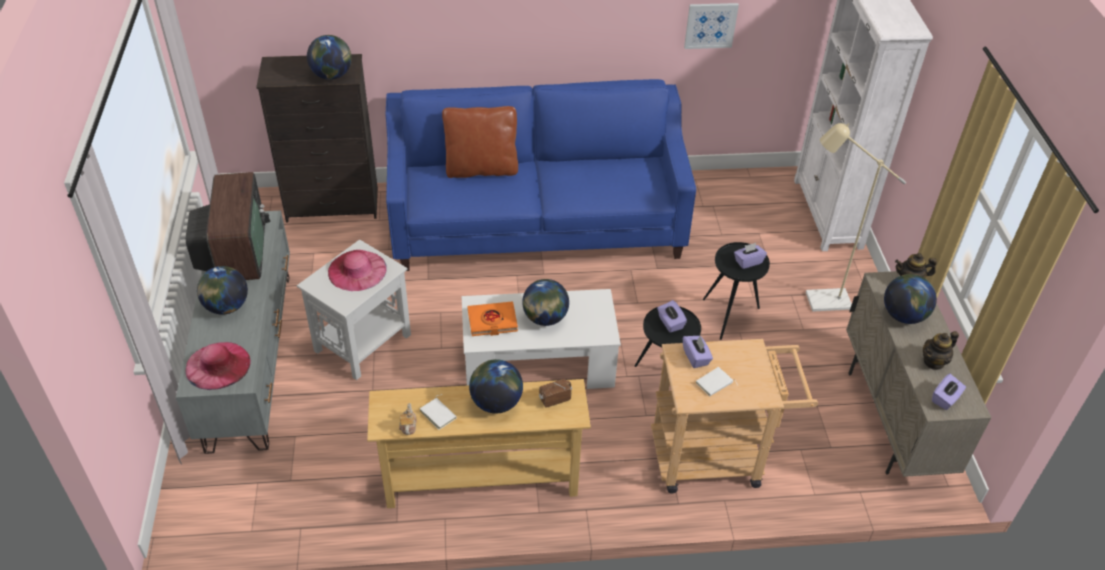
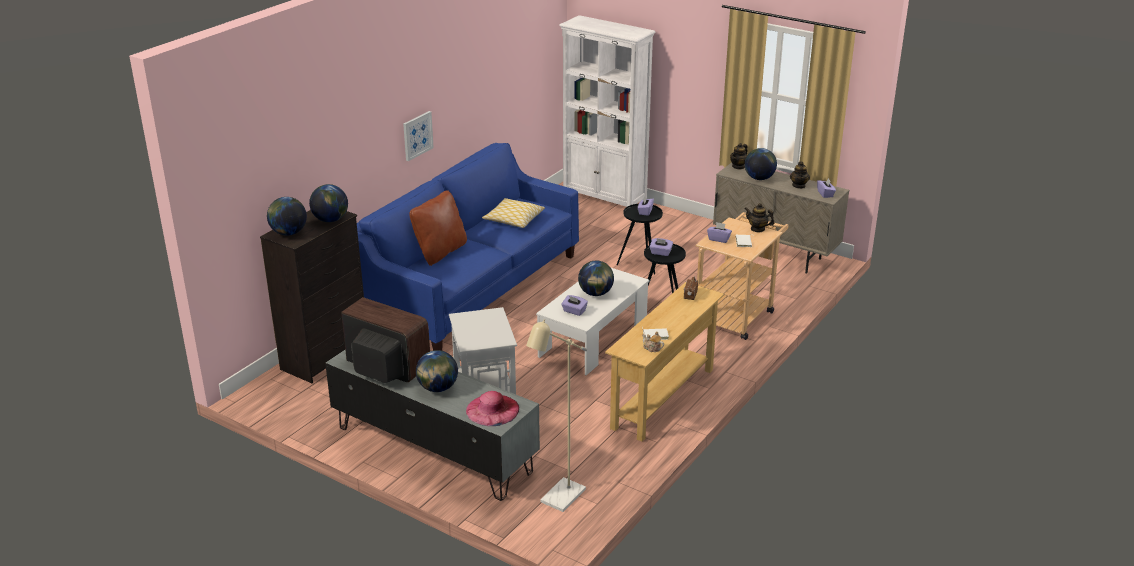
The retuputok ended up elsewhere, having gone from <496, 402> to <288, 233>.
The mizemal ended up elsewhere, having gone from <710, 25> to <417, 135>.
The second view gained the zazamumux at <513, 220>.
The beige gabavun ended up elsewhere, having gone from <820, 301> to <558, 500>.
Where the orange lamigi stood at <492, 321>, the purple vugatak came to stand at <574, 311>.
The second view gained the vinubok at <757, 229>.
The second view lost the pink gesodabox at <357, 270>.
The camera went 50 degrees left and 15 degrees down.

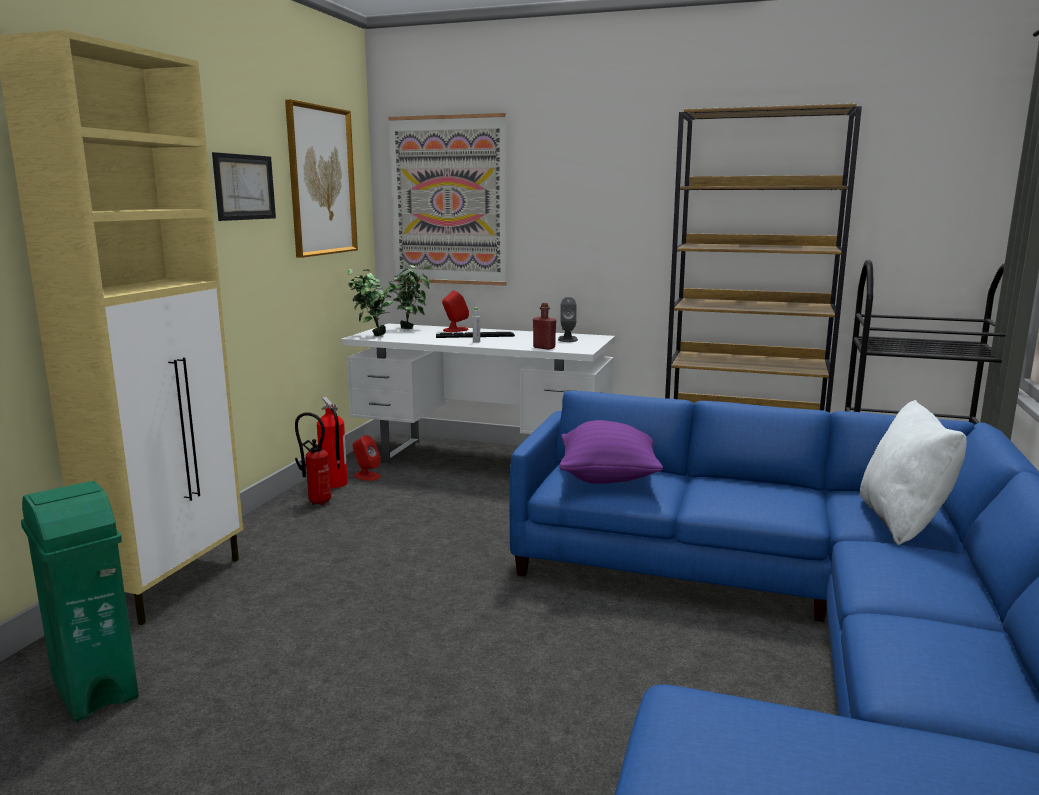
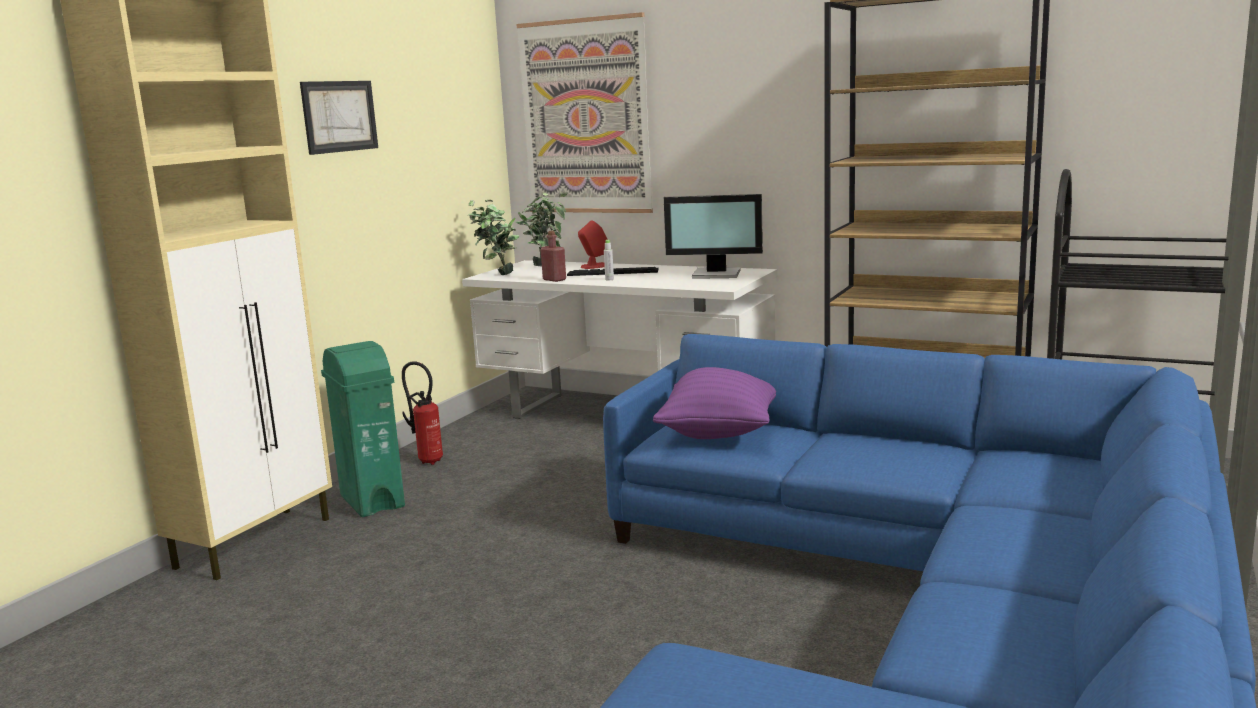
The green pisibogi ended up elsewhere, having gone from <95, 687> to <372, 501>.
The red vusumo ended up elsewhere, having gone from <544, 347> to <554, 280>.
Where the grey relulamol stood at <567, 339>, the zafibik came to stand at <717, 274>.
The second view lost the mizemal at <321, 181>.
The second view lost the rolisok at <333, 484>.
The second view lost the red relulamol at <366, 476>.
The second view lost the white zazamumux at <903, 522>.
The camera went 10 degrees right and 0 degrees up.

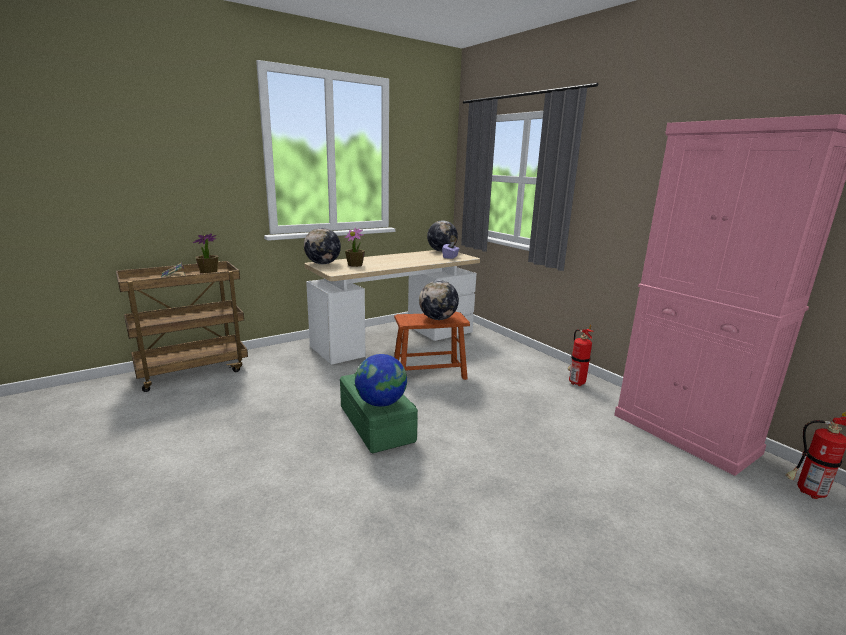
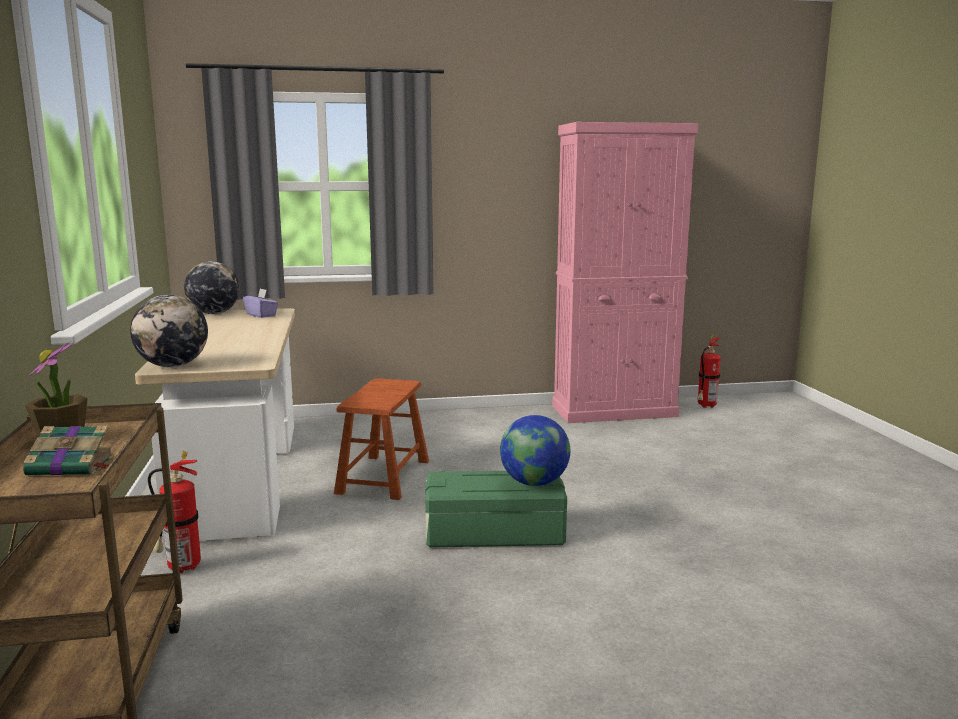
The rolisok ended up elsewhere, having gone from <575, 382> to <181, 567>.
The second view lost the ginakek at <355, 265>.
The second view lost the retuputok at <438, 319>.
The camera went 65 degrees left and 5 degrees down.

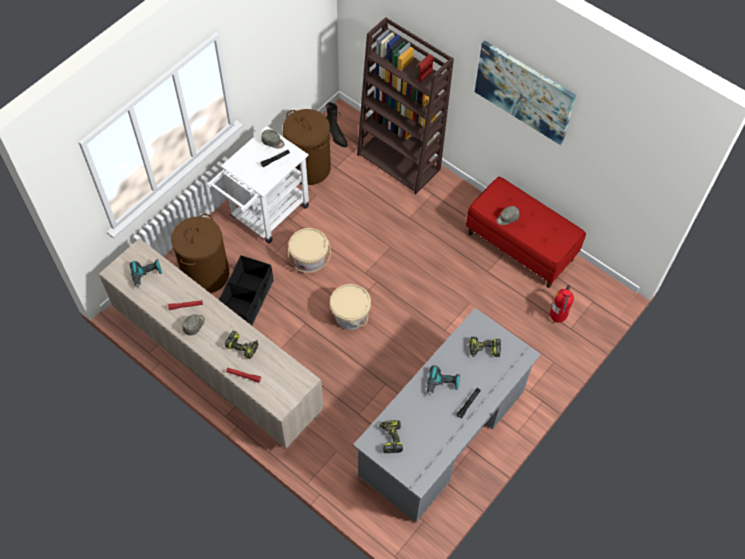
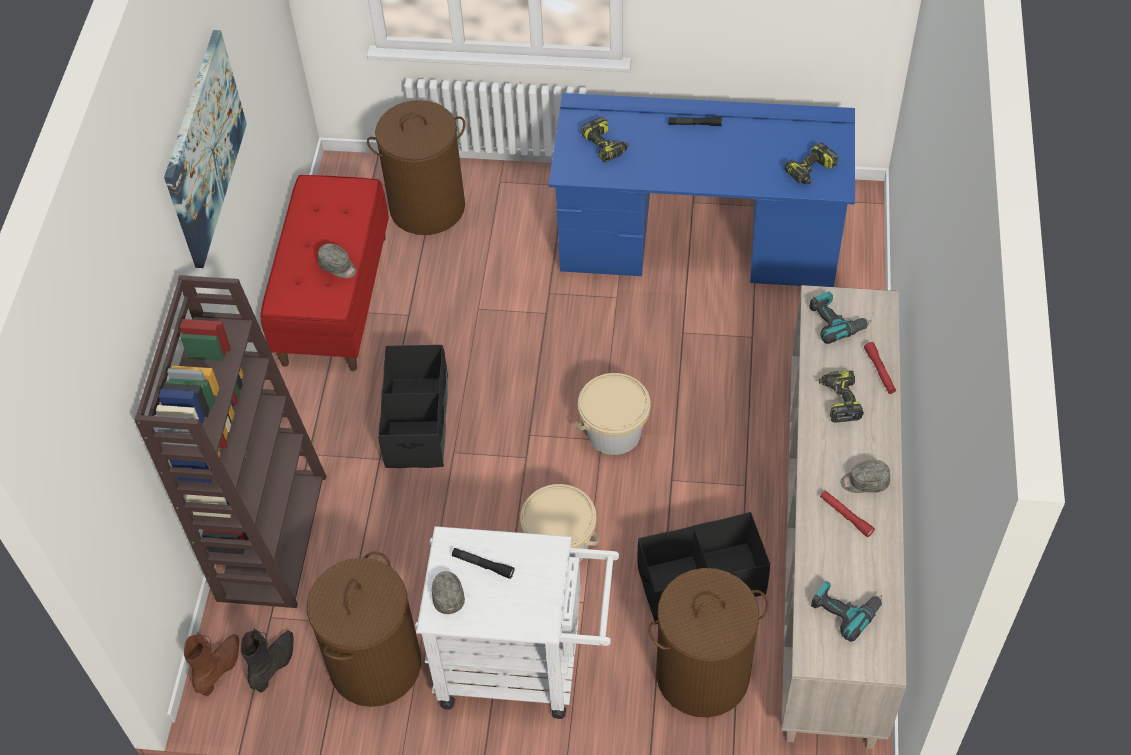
The second view gained the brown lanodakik at <220, 669>.
Where the rolisok stood at <557, 318>, the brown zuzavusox came to stand at <427, 207>.
The second view gained the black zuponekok at <418, 422>.
What was the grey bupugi at <443, 434> turned into the blue bupugi at <698, 238>.
The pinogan ended up elsewhere, having gone from <442, 384> to <836, 322>.
The camera went 120 degrees left and 5 degrees down.

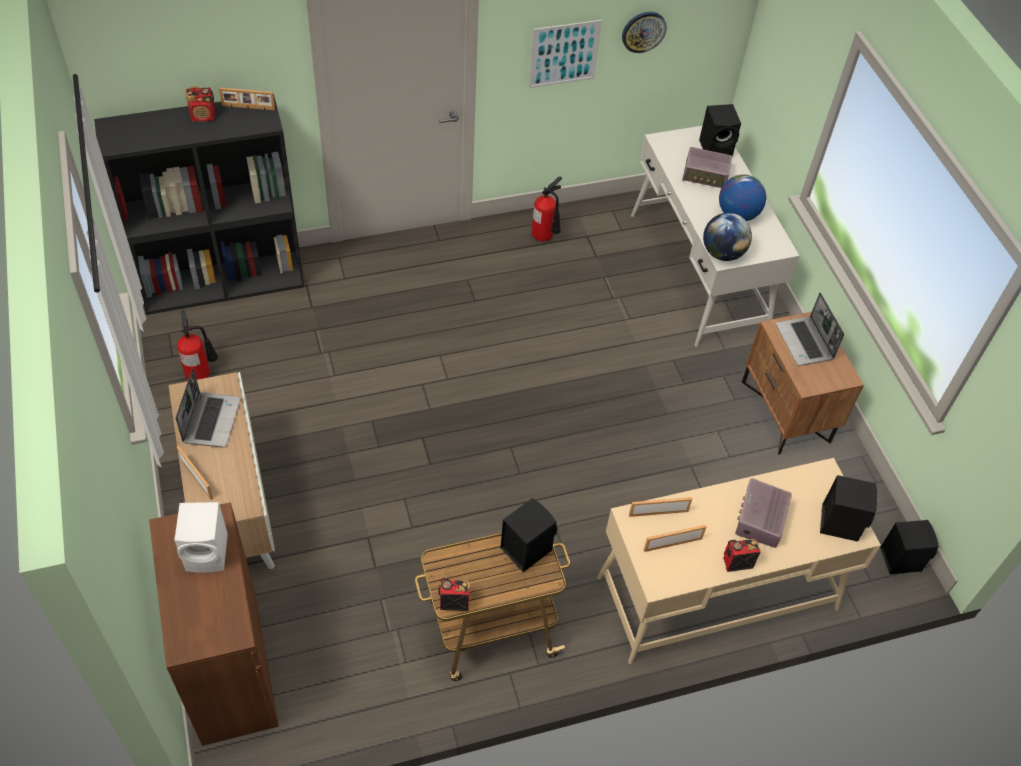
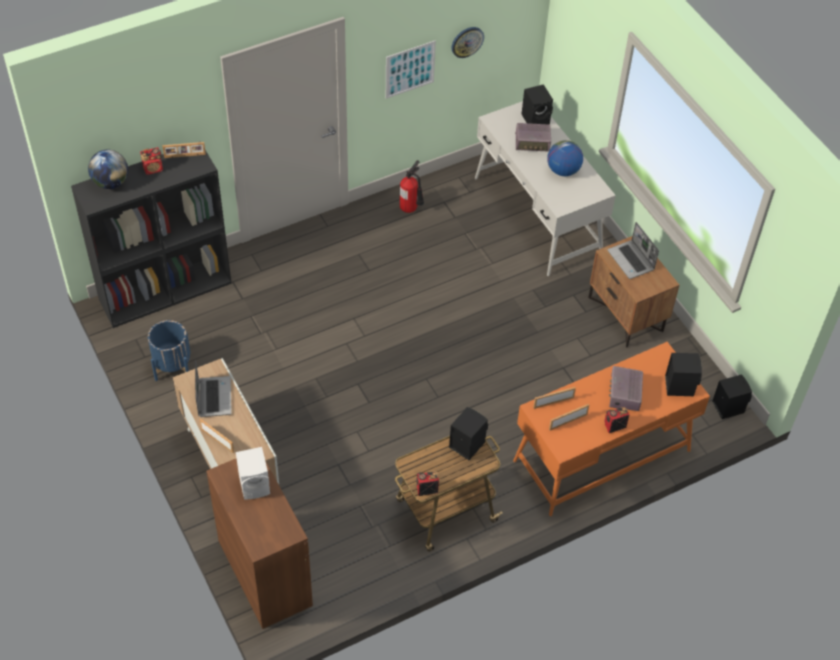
The retuputok ended up elsewhere, having gone from <722, 253> to <111, 182>.
Where the rolisok stood at <201, 373>, the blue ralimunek came to stand at <172, 366>.
What was the beige bupugi at <716, 592> turned into the orange bupugi at <601, 455>.
The camera went 10 degrees left and 0 degrees up.

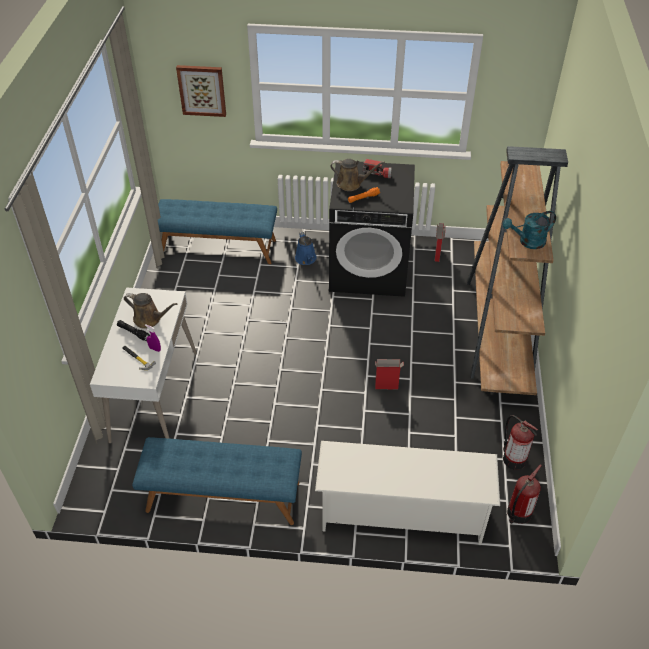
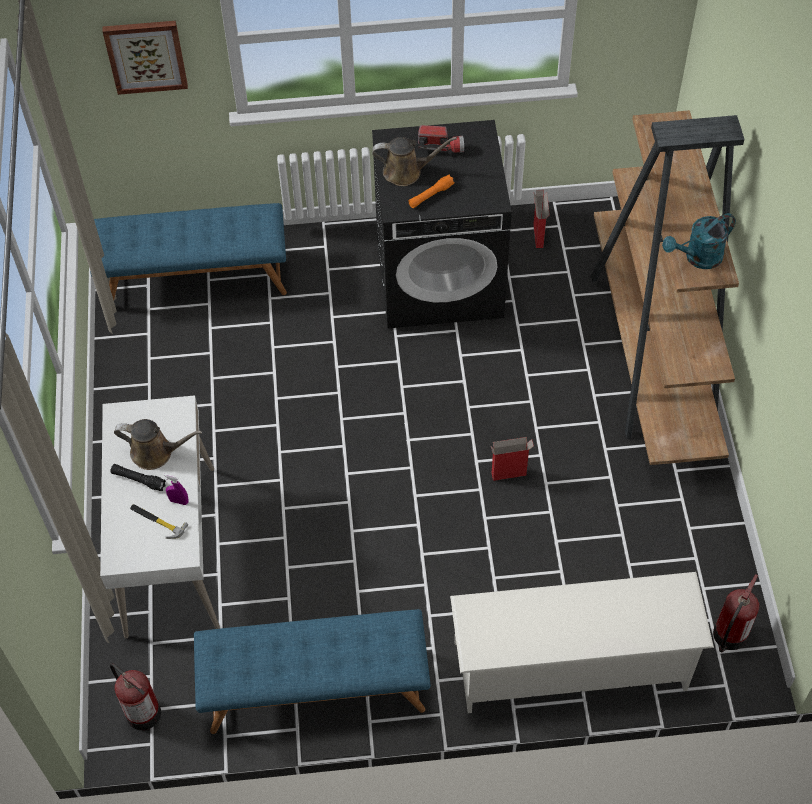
The rolisok ended up elsewhere, having gone from <513, 458> to <141, 711>.
The second view lost the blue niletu at <306, 259>.
The camera went 10 degrees left and 10 degrees up.

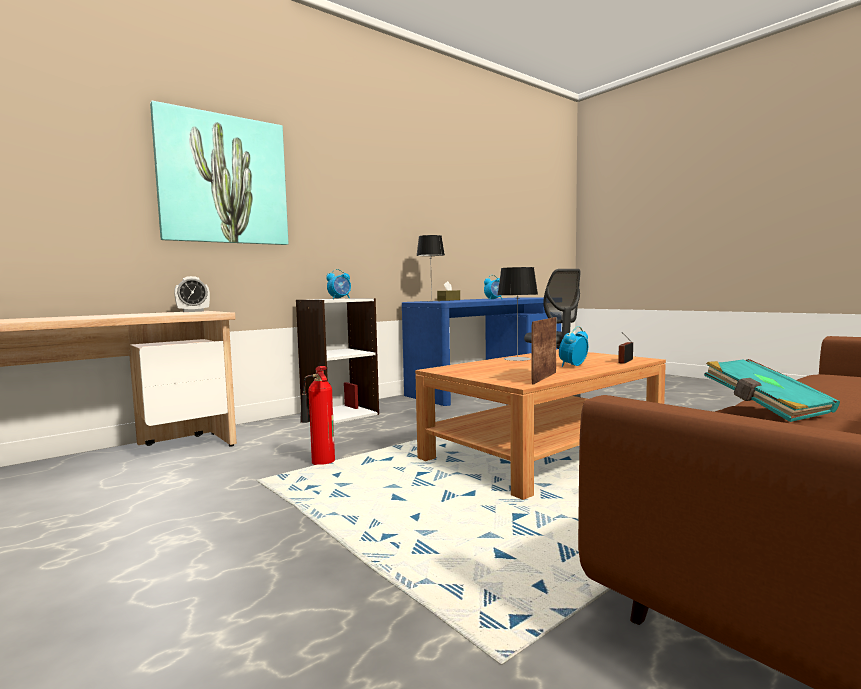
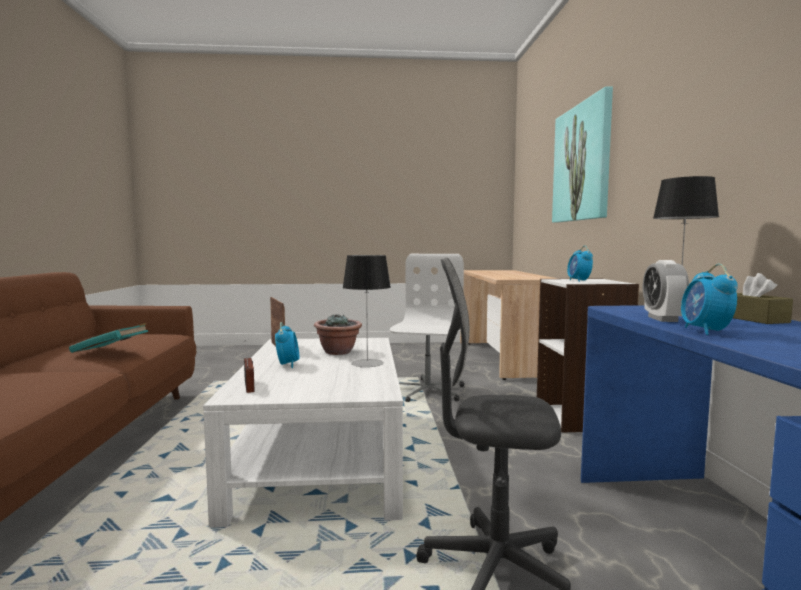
What was the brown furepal at <544, 451> turned into the white furepal at <321, 455>.
The second view gained the ginakek at <338, 352>.
Where the rolisok stood at <321, 463>, the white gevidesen came to stand at <426, 391>.
The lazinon ended up elsewhere, having gone from <193, 311> to <662, 319>.
The camera went 125 degrees right and 0 degrees up.

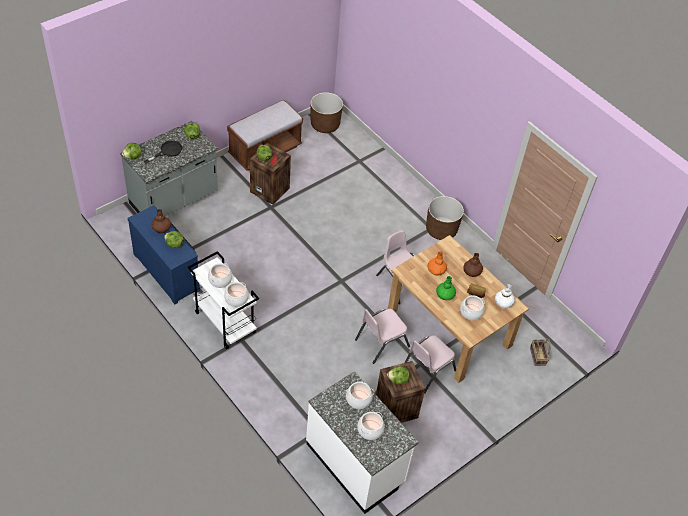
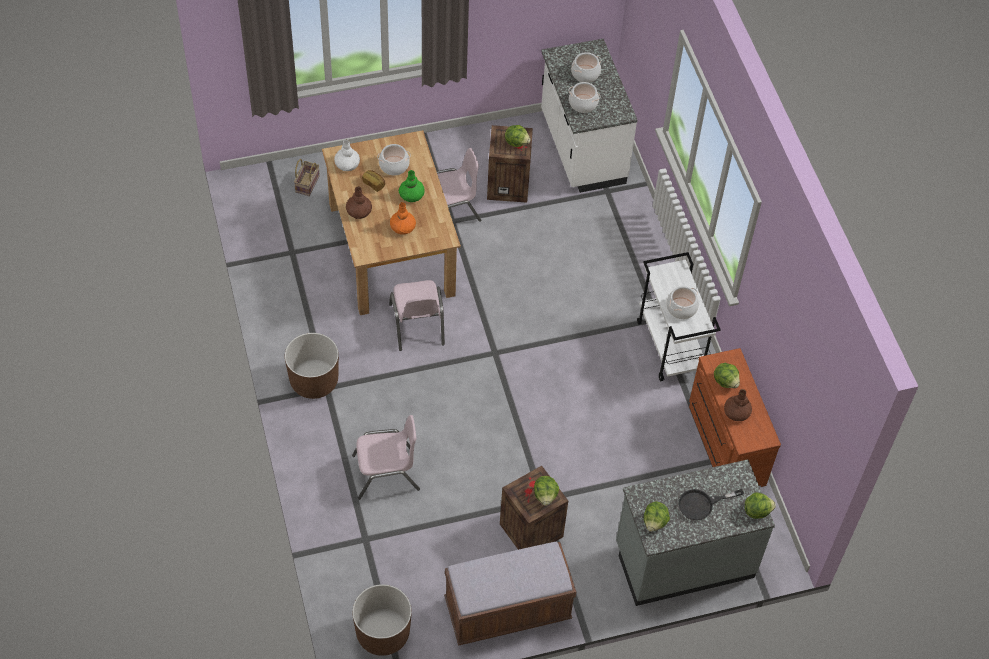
The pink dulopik ended up elsewhere, having gone from <381, 342> to <386, 473>.
What was the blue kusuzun at <168, 271> turned into the brown kusuzun at <724, 443>.
The second view lost the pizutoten at <236, 299>.
The camera went 155 degrees left and 5 degrees up.

